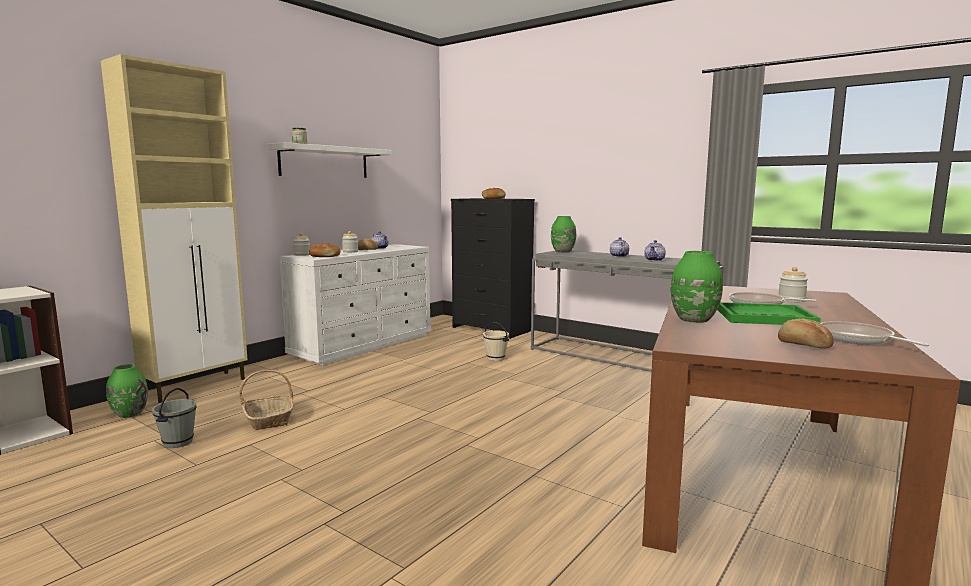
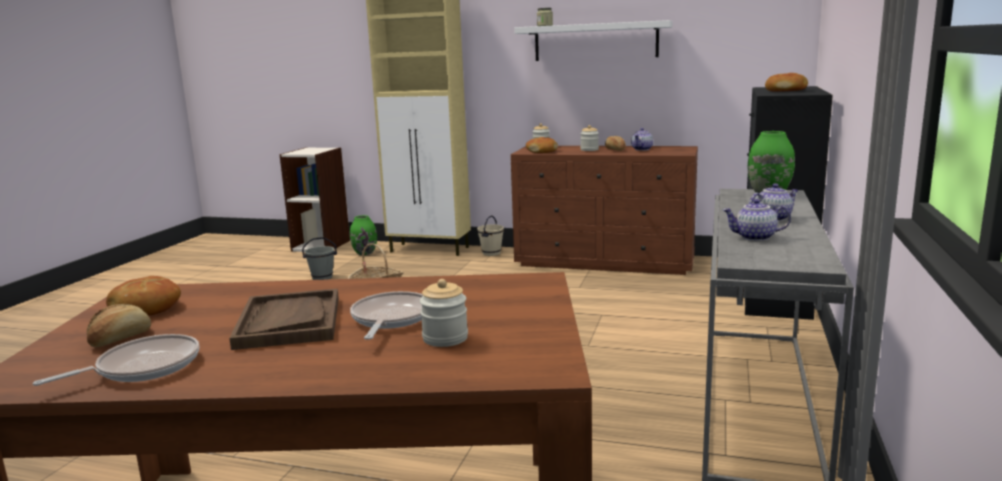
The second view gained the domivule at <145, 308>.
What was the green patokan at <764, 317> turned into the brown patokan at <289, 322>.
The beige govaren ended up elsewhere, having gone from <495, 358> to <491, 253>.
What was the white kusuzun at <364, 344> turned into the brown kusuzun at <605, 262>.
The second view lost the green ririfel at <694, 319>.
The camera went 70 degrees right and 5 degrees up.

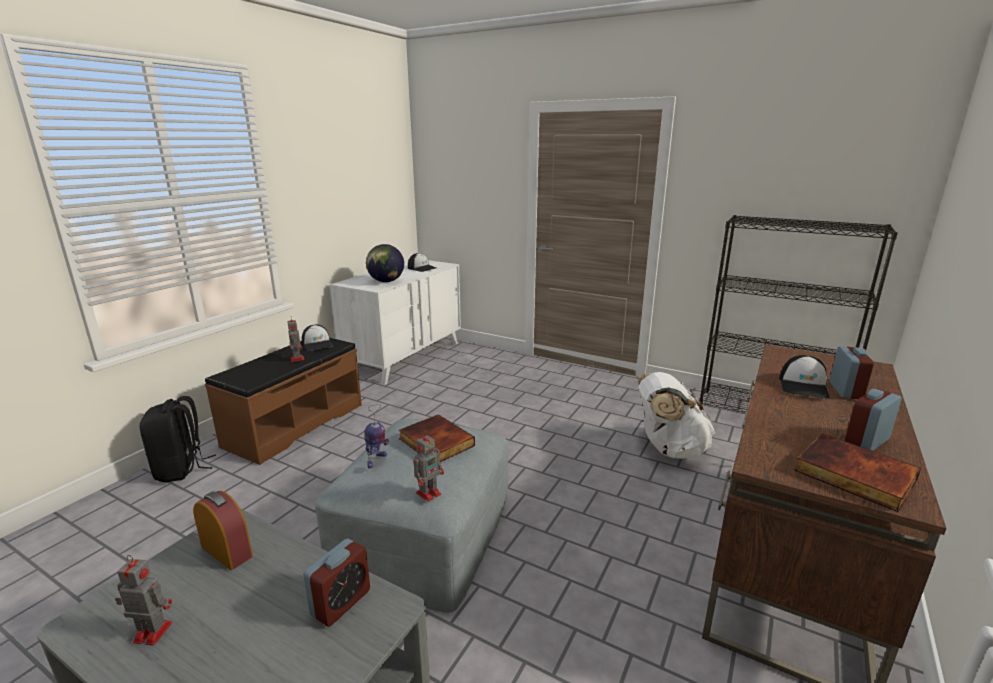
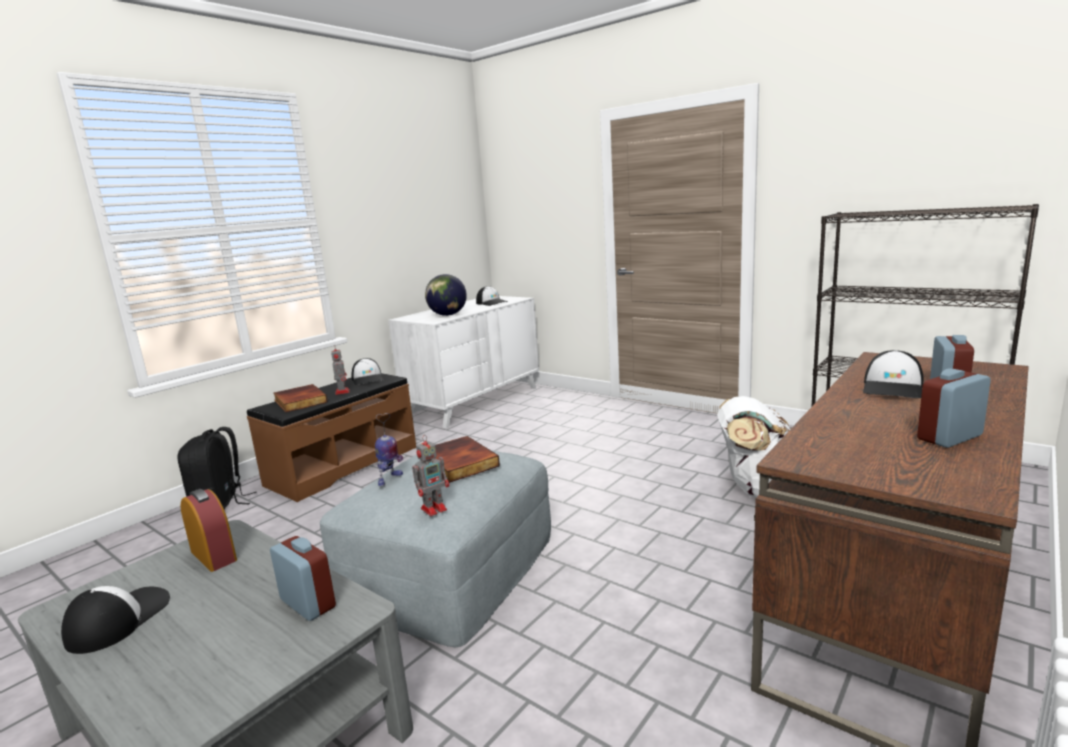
Where the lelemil stood at <151, 632>, the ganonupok came to stand at <118, 620>.
The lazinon at <341, 603> ended up facing another way, 90 degrees counterclockwise from before.
The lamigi ended up elsewhere, having gone from <853, 476> to <299, 401>.
The camera went 10 degrees right and 5 degrees down.

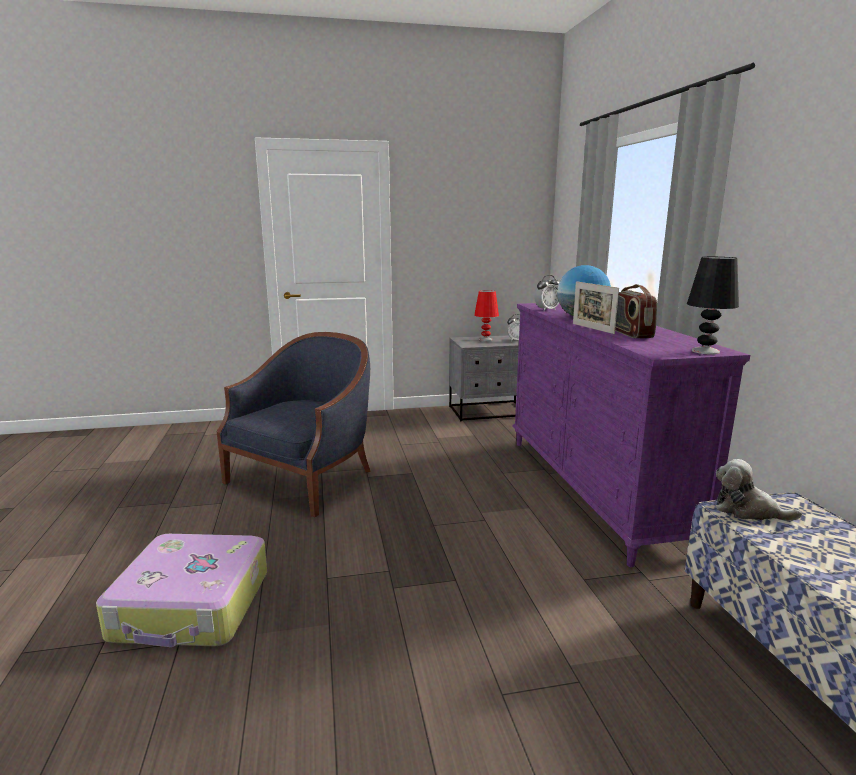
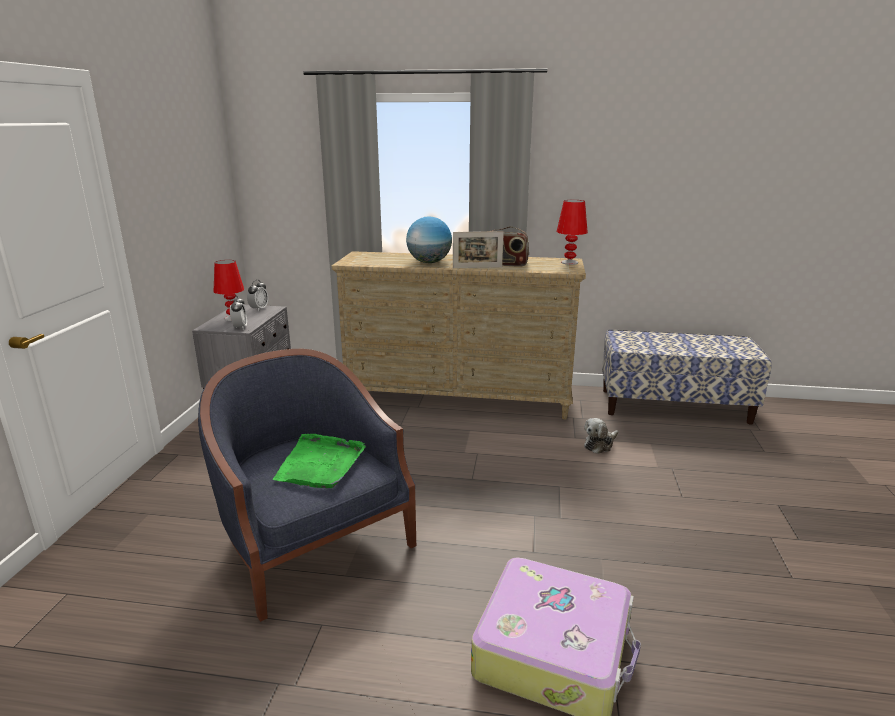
The lazinon ended up elsewhere, having gone from <546, 310> to <240, 327>.
The second view gained the green patokan at <320, 464>.
What was the purple kusuzun at <592, 490> turned into the beige kusuzun at <459, 399>.
What was the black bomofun at <705, 351> turned into the red bomofun at <569, 262>.
The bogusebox ended up elsewhere, having gone from <747, 511> to <599, 445>.
The camera went 70 degrees left and 5 degrees up.

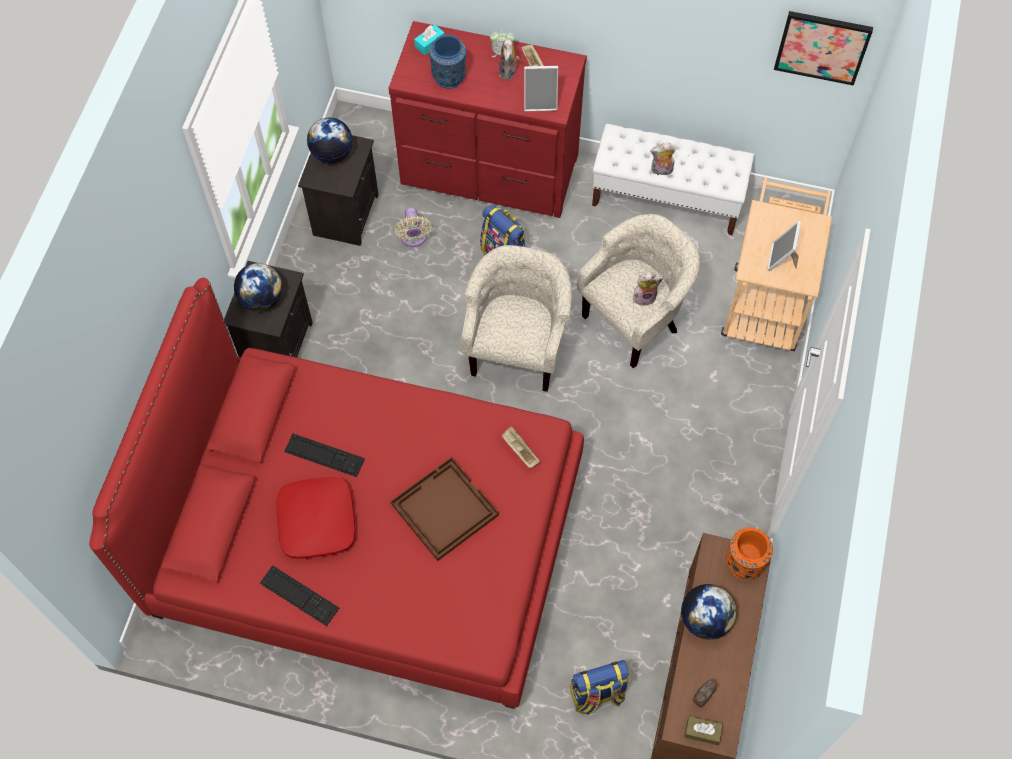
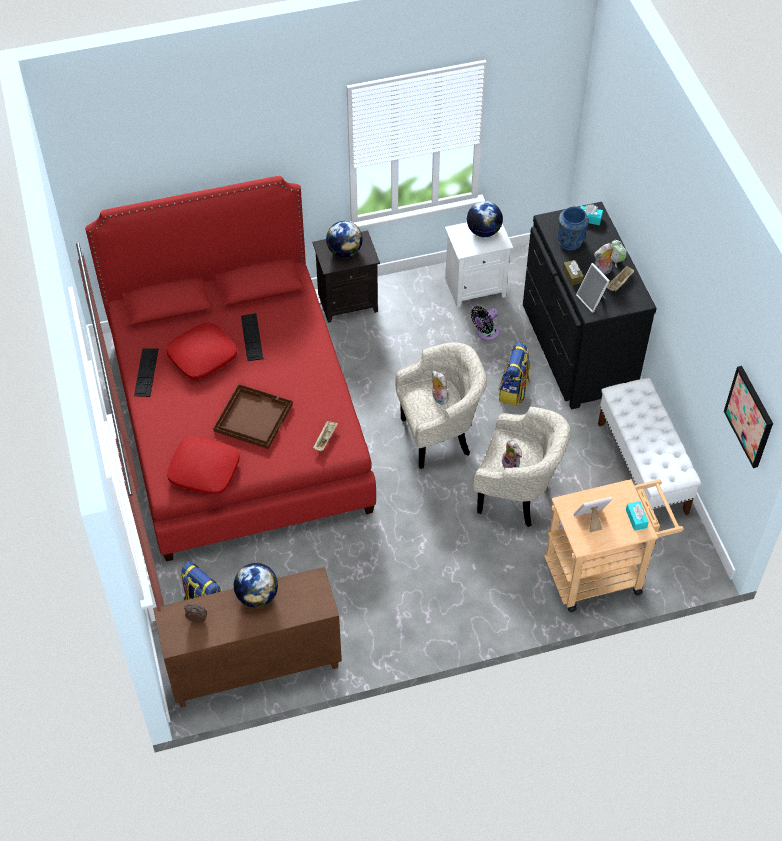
The second view gained the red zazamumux at <204, 470>.
The bogusebox ended up elsewhere, having gone from <661, 171> to <438, 398>.
What was the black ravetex at <345, 213> turned into the white ravetex at <475, 286>.
What was the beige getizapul at <413, 238> turned into the black getizapul at <486, 333>.
What was the red kusuzun at <489, 171> turned into the black kusuzun at <576, 349>.
The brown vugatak ended up elsewhere, having gone from <702, 732> to <572, 276>.
The second view gained the turquoise vugatak at <636, 518>.
The second view lost the orange ririfel at <744, 562>.
The camera went 60 degrees right and 10 degrees down.

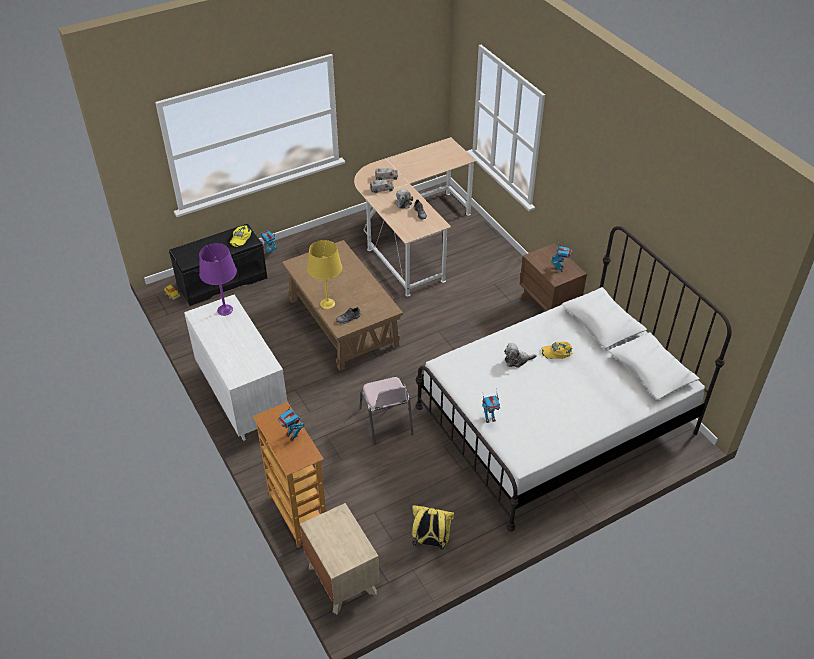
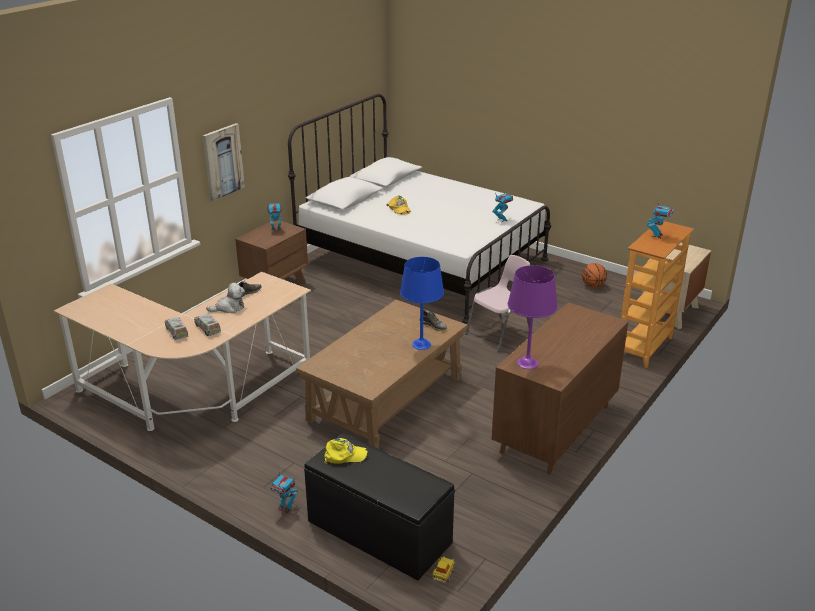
The second view gained the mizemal at <223, 161>.
What was the yellow bomofun at <327, 304> turned into the blue bomofun at <421, 344>.
What was the white kusuzun at <242, 396> turned into the brown kusuzun at <555, 429>.
Where the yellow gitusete stood at <430, 541>, the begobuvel came to stand at <593, 286>.
The second view lost the bogusebox at <517, 360>.
The camera went 115 degrees left and 15 degrees down.

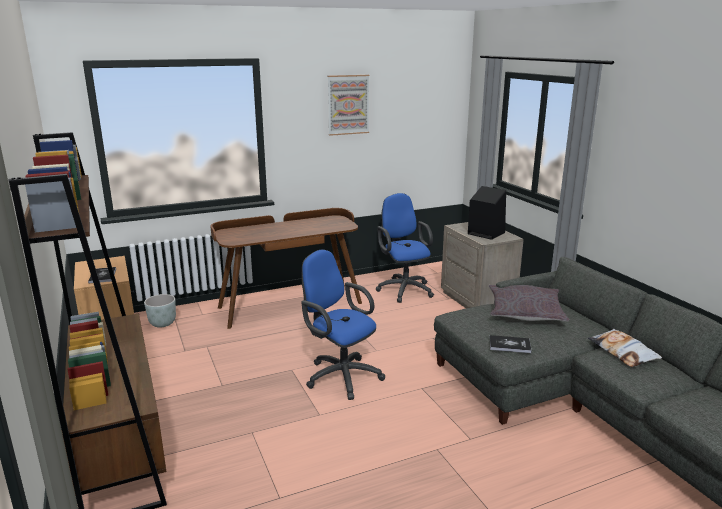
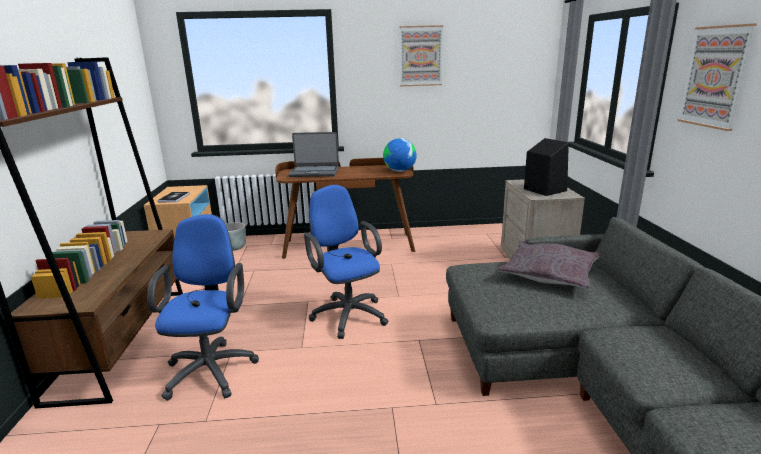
The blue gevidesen ended up elsewhere, having gone from <404, 289> to <212, 368>.
The second view gained the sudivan at <314, 172>.
The second view gained the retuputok at <400, 171>.
The second view gained the mizemal at <715, 77>.
The second view lost the lamigi at <509, 345>.
The second view lost the zazamumux at <622, 352>.
The camera went 20 degrees right and 0 degrees up.

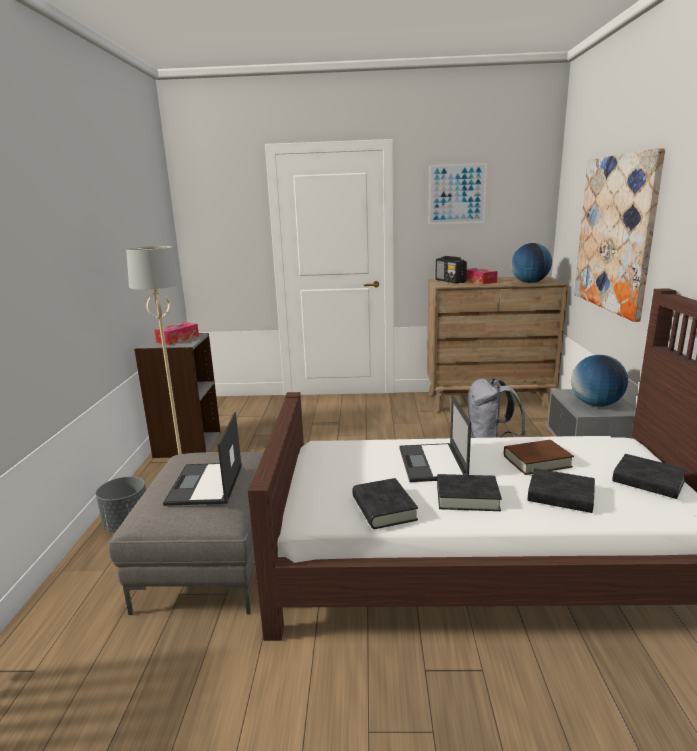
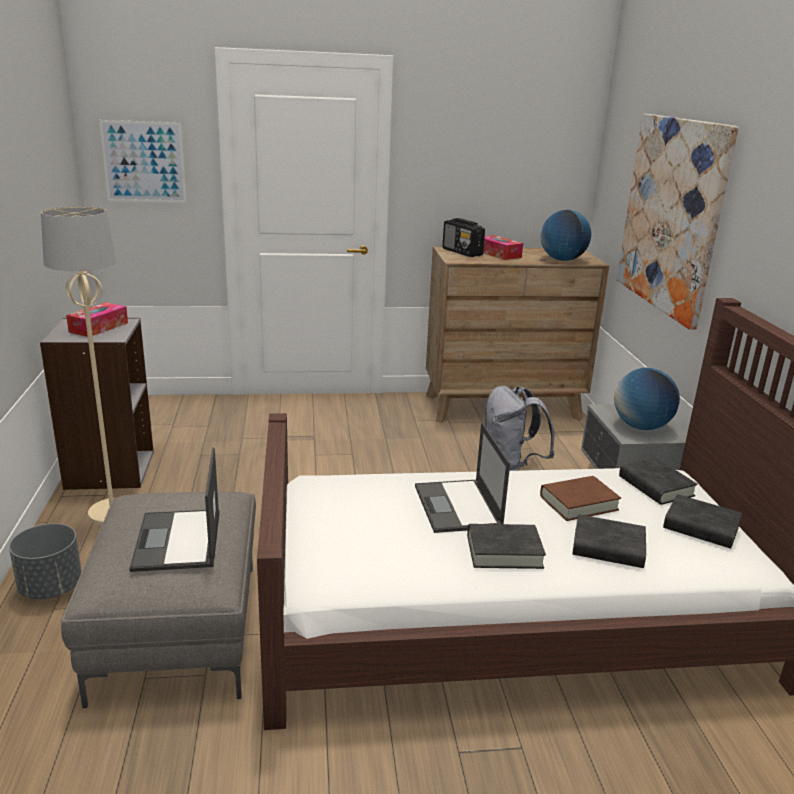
The mizemal ended up elsewhere, having gone from <457, 194> to <144, 162>.
The black lamigi ended up elsewhere, having gone from <384, 508> to <655, 486>.
The camera went 10 degrees left and 5 degrees up.

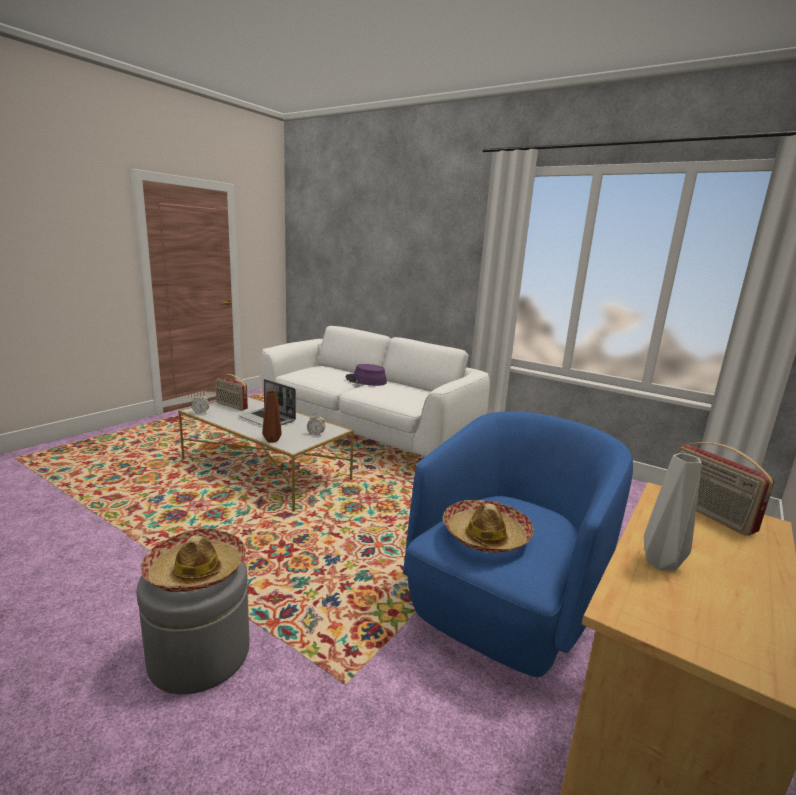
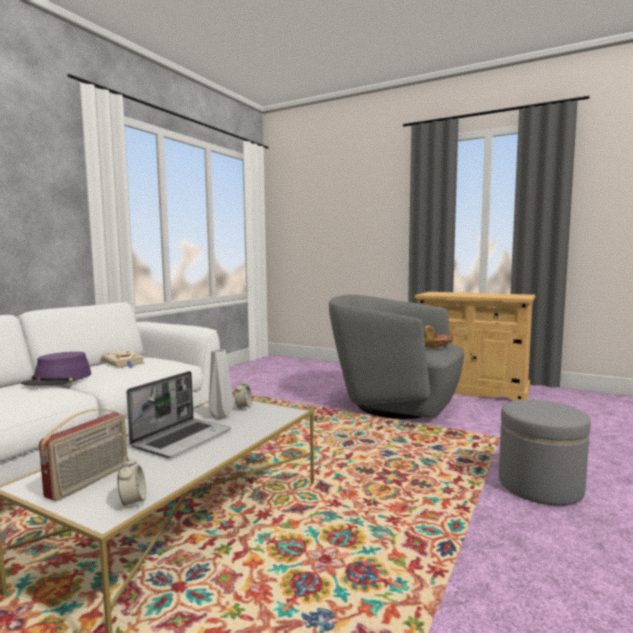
The second view gained the beige lamigi at <124, 362>.
The grey ririfel ended up elsewhere, having gone from <663, 564> to <221, 416>.
What was the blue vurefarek at <505, 606> turned into the grey vurefarek at <395, 404>.
The second view lost the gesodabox at <196, 570>.
The second view lost the brown ririfel at <272, 440>.
The second view lost the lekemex at <707, 514>.
The camera went 95 degrees left and 10 degrees down.

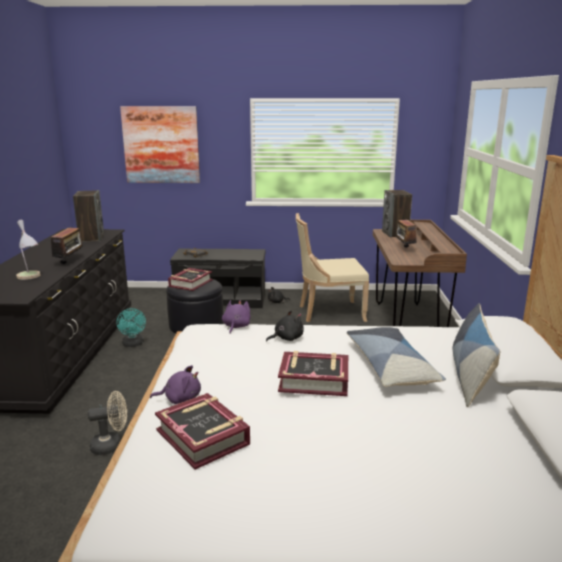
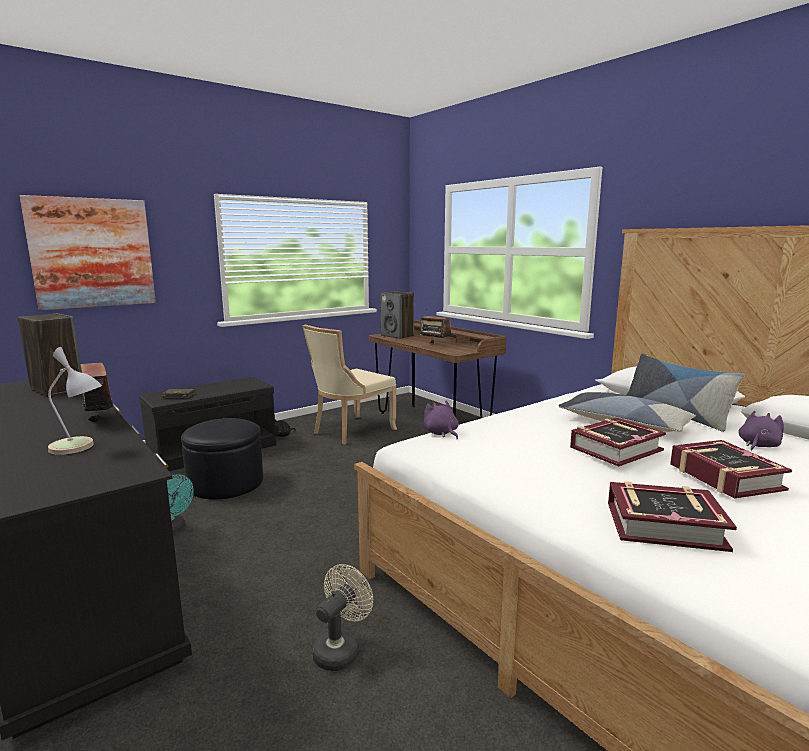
The lamigi ended up elsewhere, having gone from <190, 283> to <724, 477>.
The purple bogusebox ended up elsewhere, having gone from <180, 399> to <758, 445>.
The second view lost the black bogusebox at <286, 338>.
The camera went 40 degrees left and 5 degrees down.

